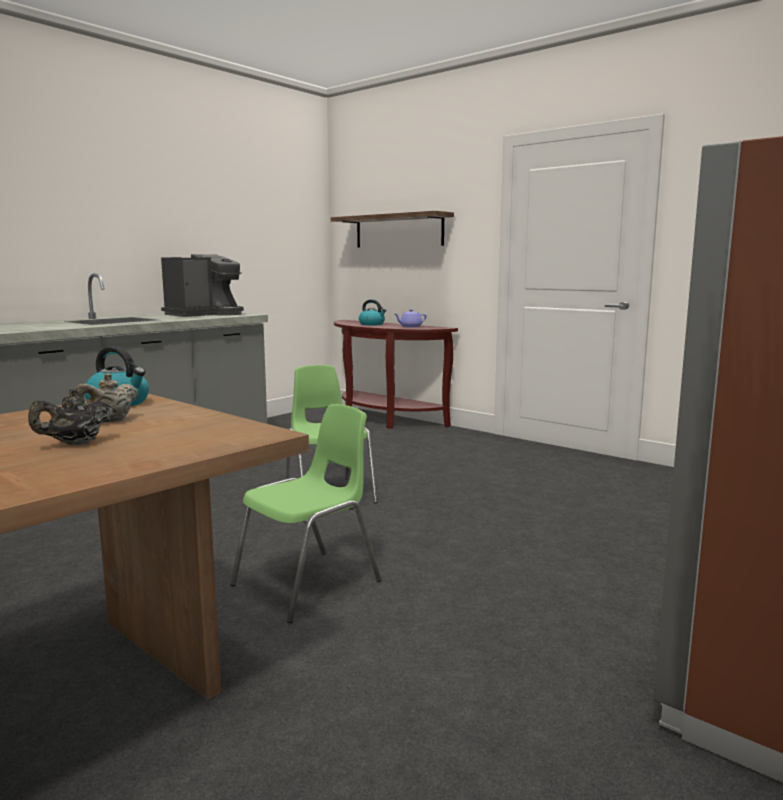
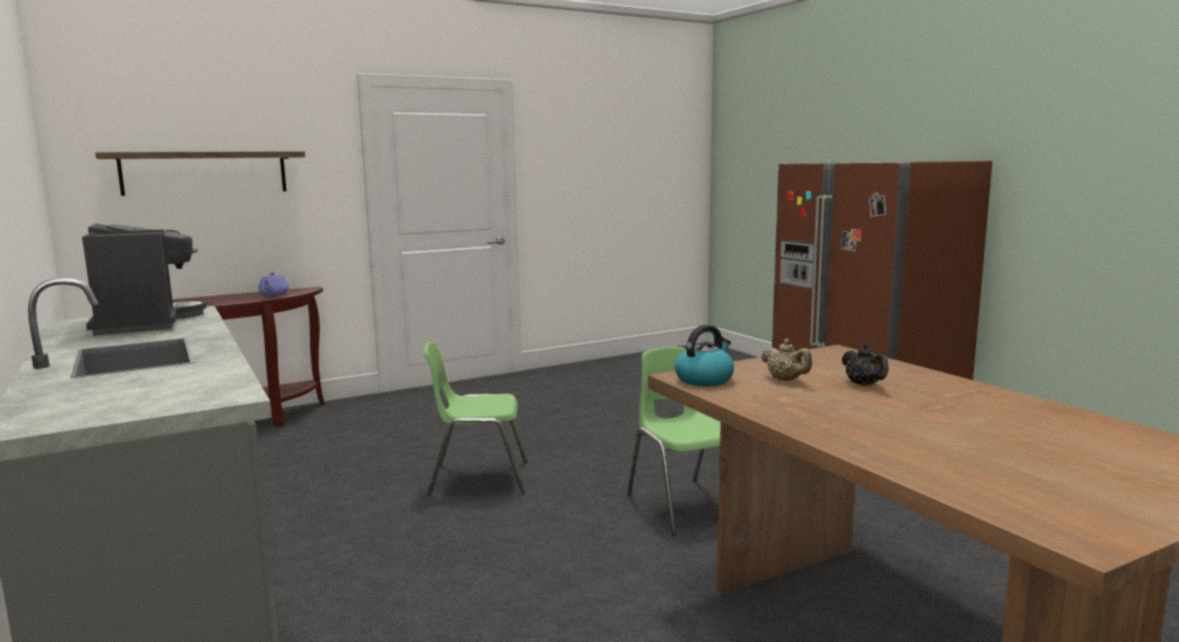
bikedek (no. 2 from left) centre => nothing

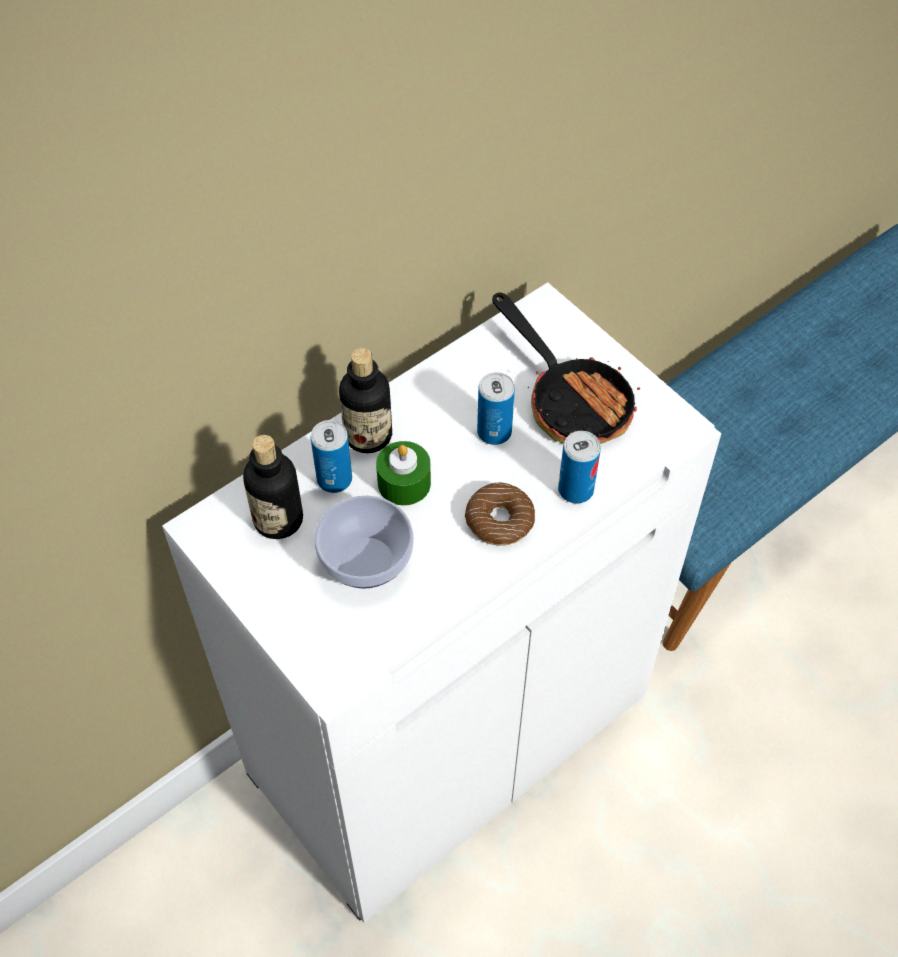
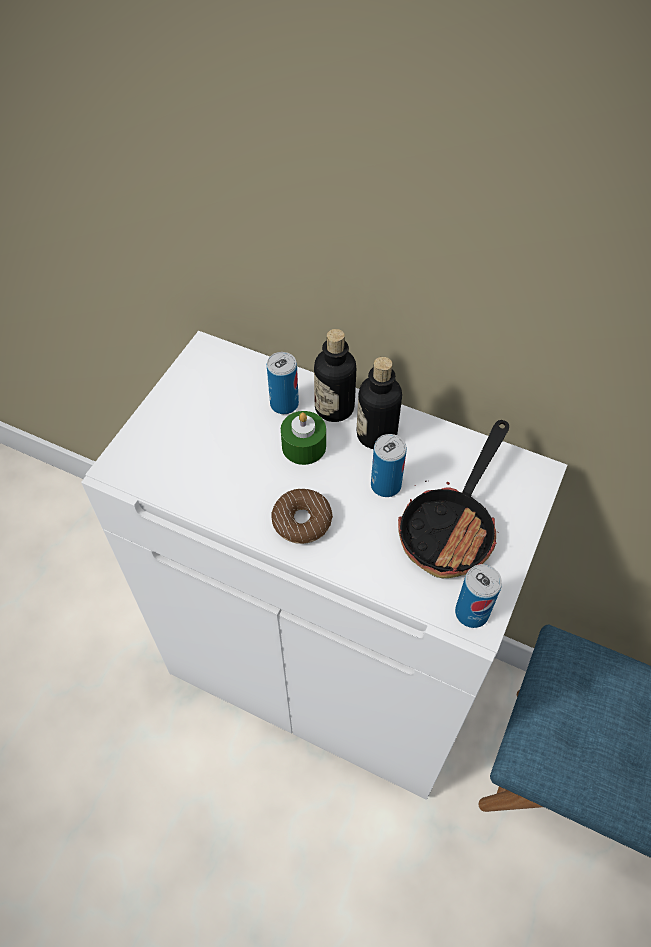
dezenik (no. 1 from left in the first image) middle left => dezenik (no. 2 from left) centre, relocated
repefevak (no. 3 from left) centre => repefevak (no. 3 from left) middle right, relocated
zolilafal centre => nothing

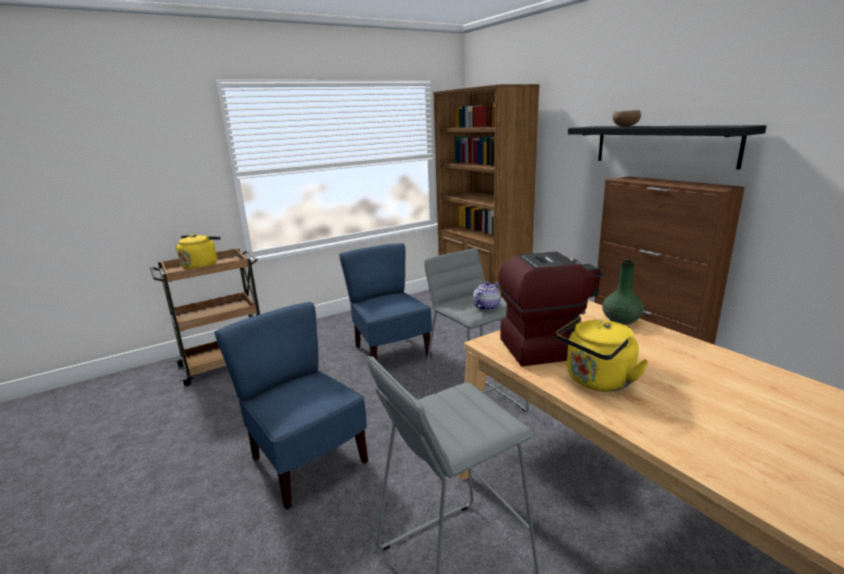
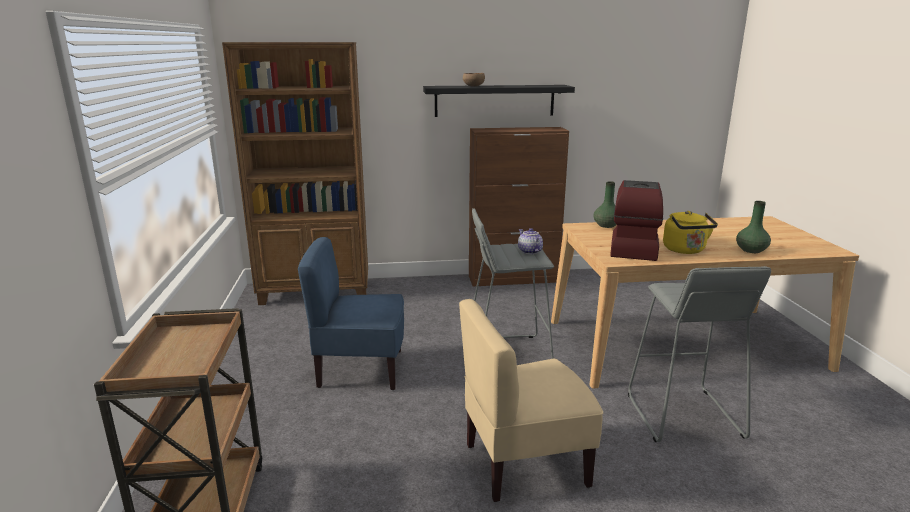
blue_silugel (no. 1 from left) bottom centre => beige_silugel bottom centre
nothing => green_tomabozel (no. 2 from left) middle right
yellow_bikedek (no. 1 from left) middle left => nothing

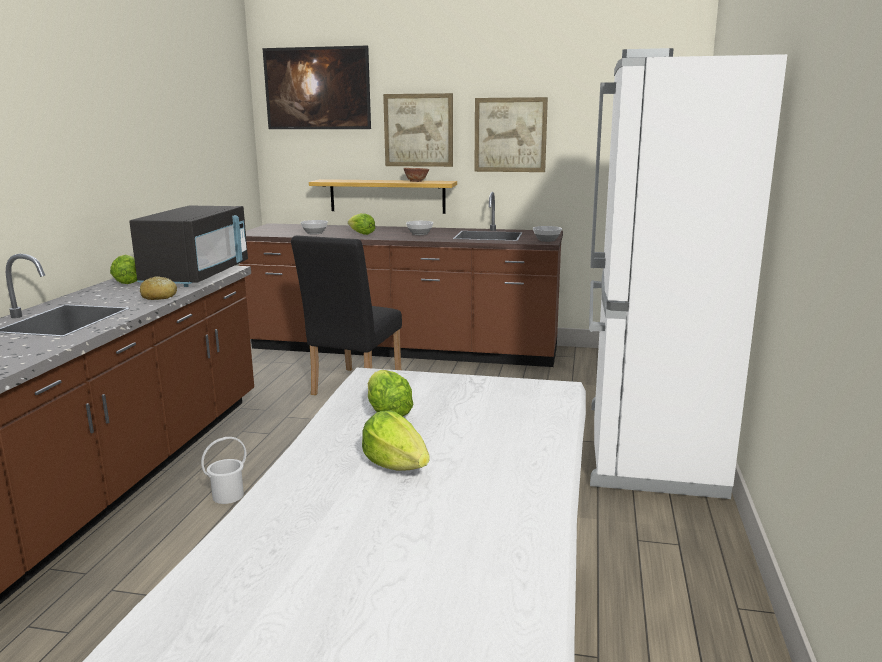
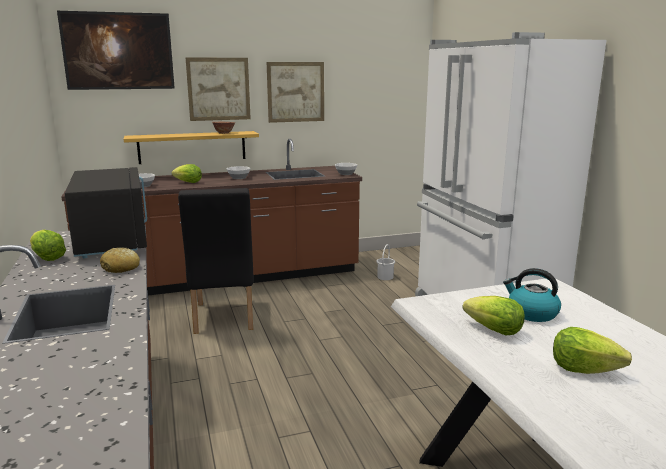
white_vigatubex bottom left => white_vigatubex centre, relocated
nothing => bikedek middle right

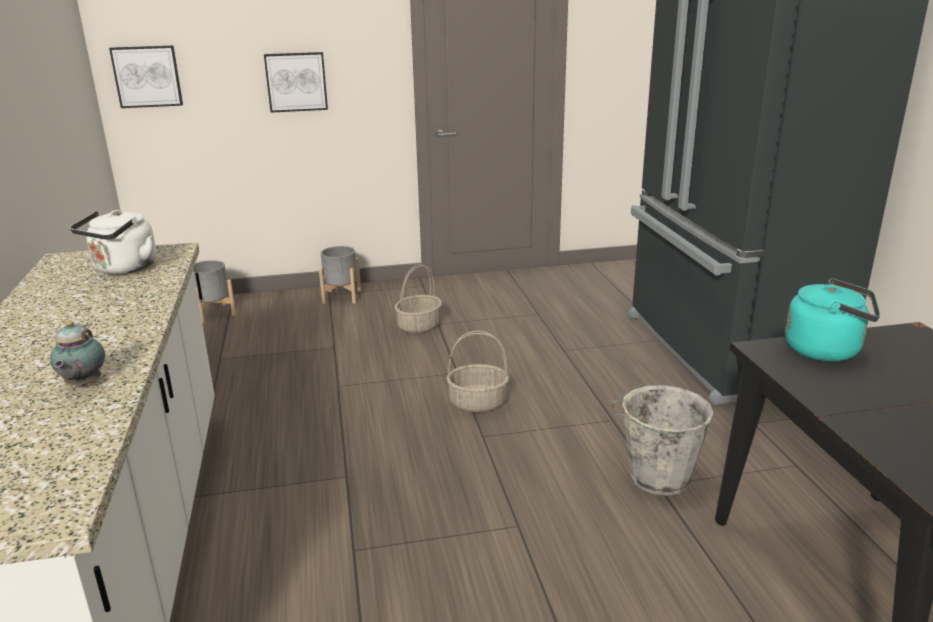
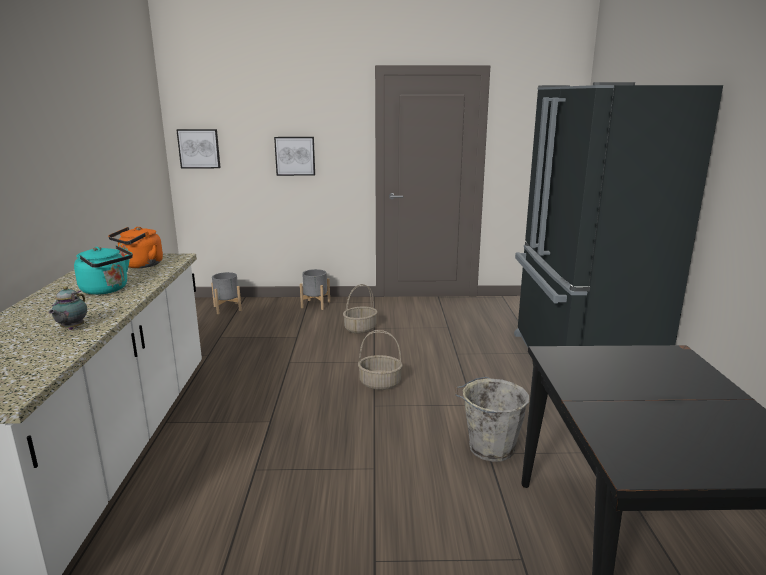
turquoise_bikedek middle right => turquoise_bikedek middle left, relocated
white_bikedek middle left => orange_bikedek middle left

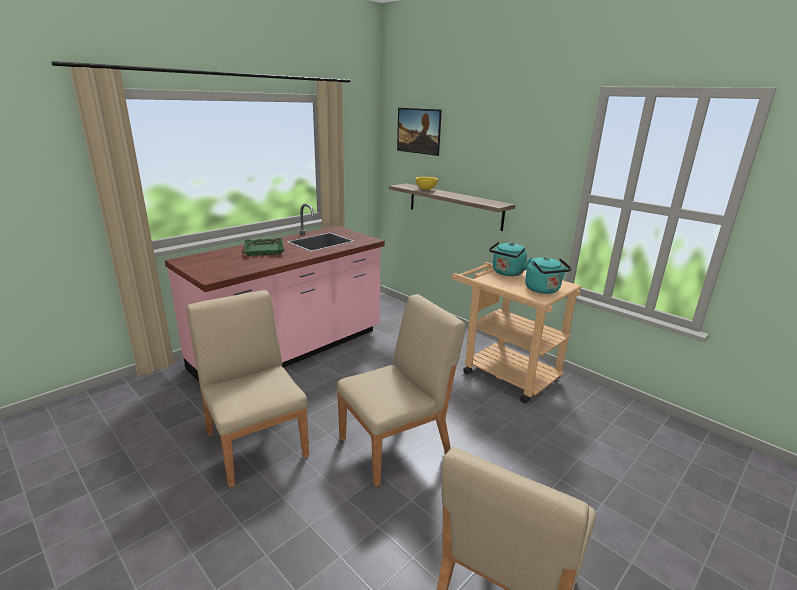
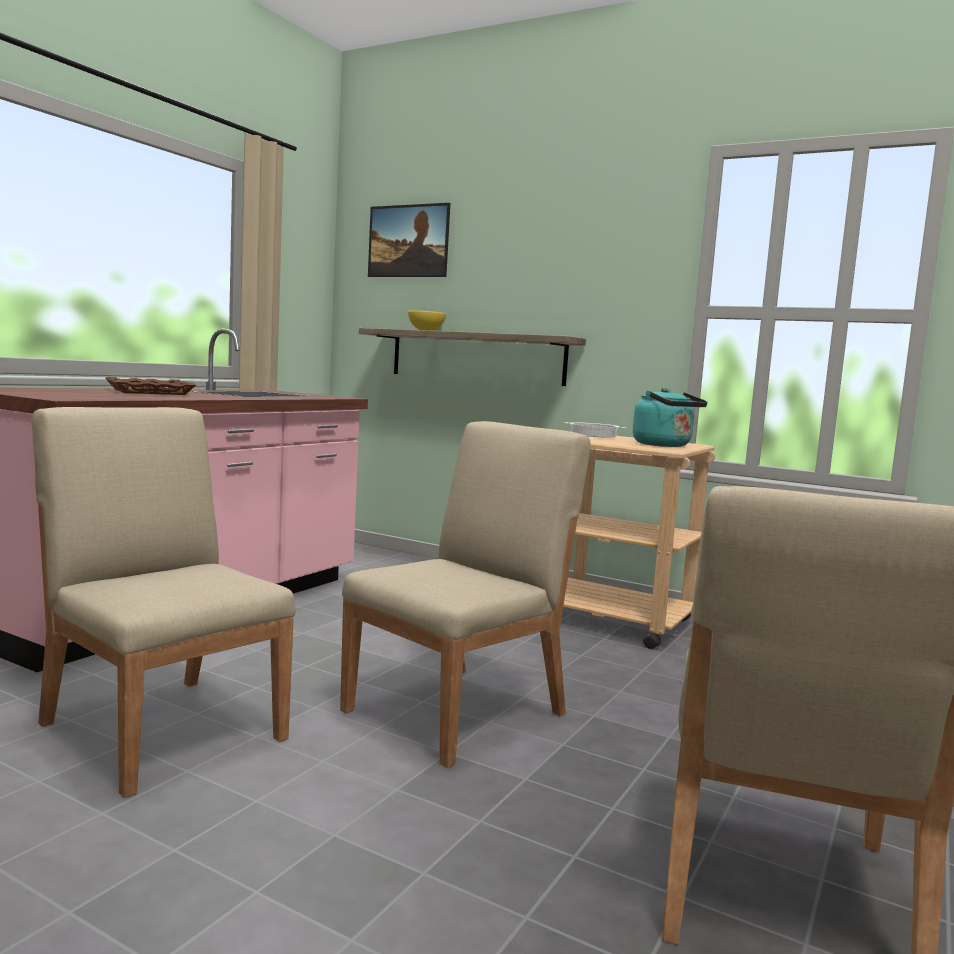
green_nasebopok middle left => brown_nasebopok middle left
turquoise_bikedek (no. 1 from left) centre => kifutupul centre

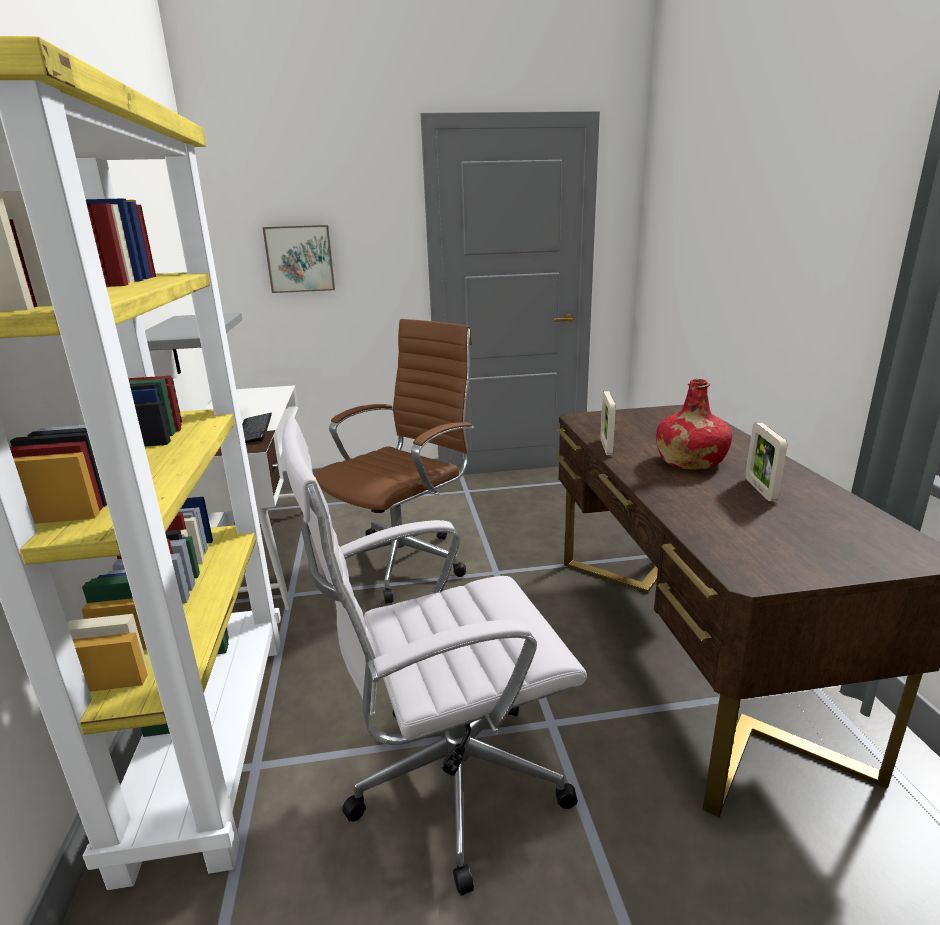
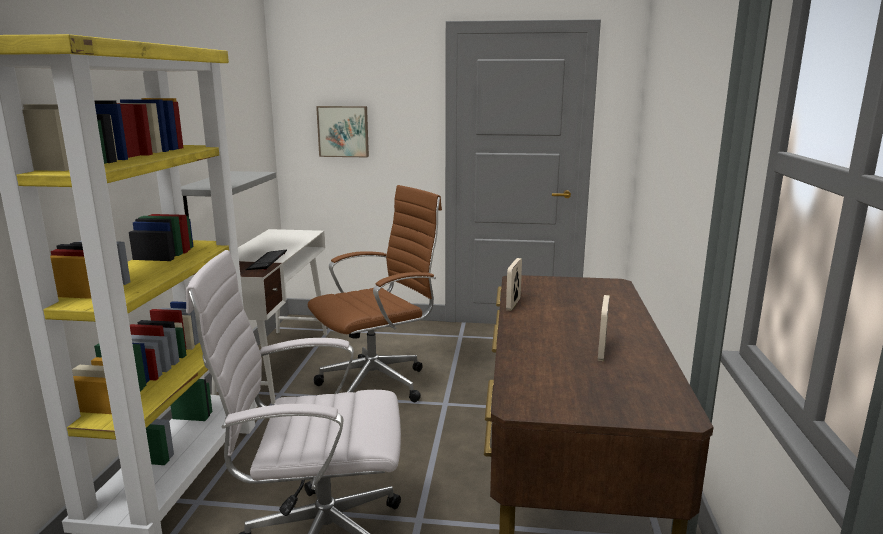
red_dezenik middle right => nothing

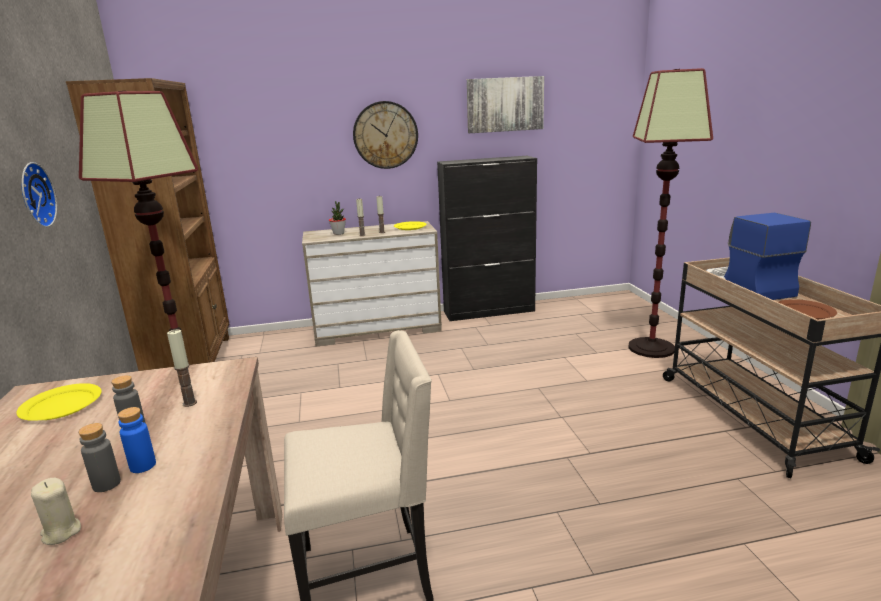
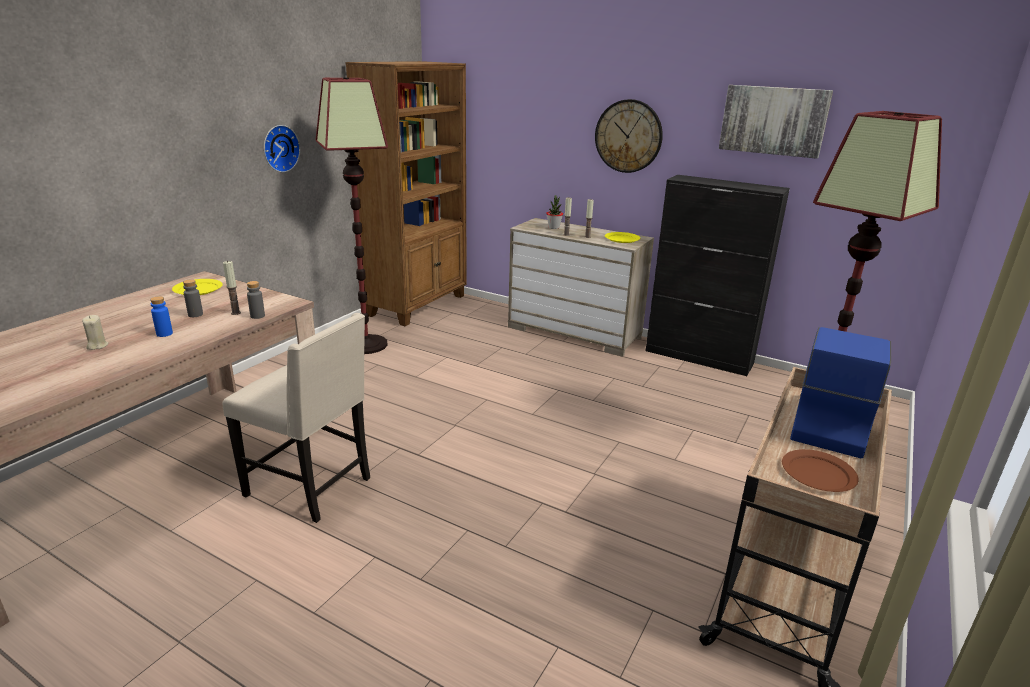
grey_dezenik (no. 1 from left in the first image) bottom left => grey_dezenik (no. 2 from left) middle left, relocated

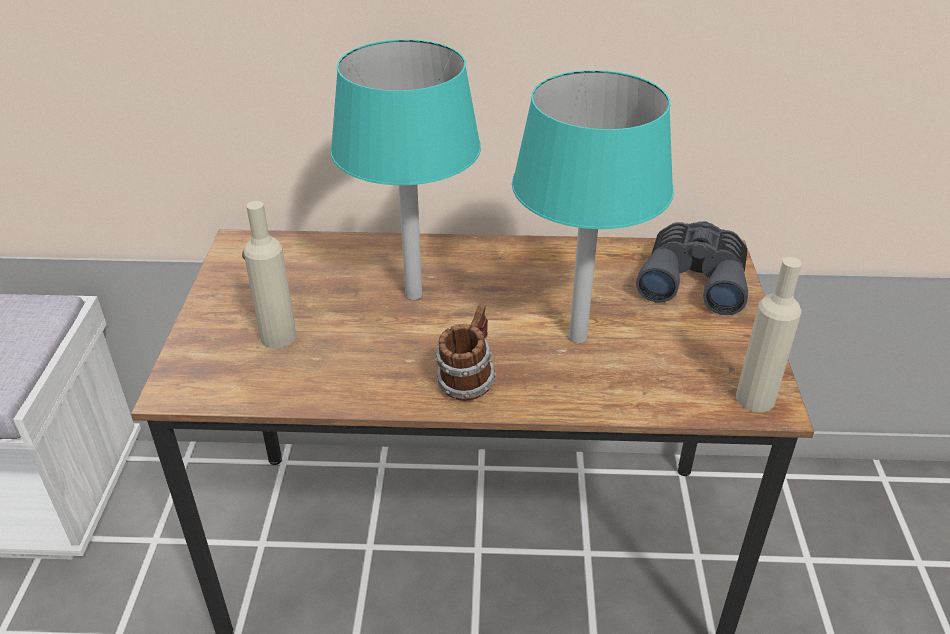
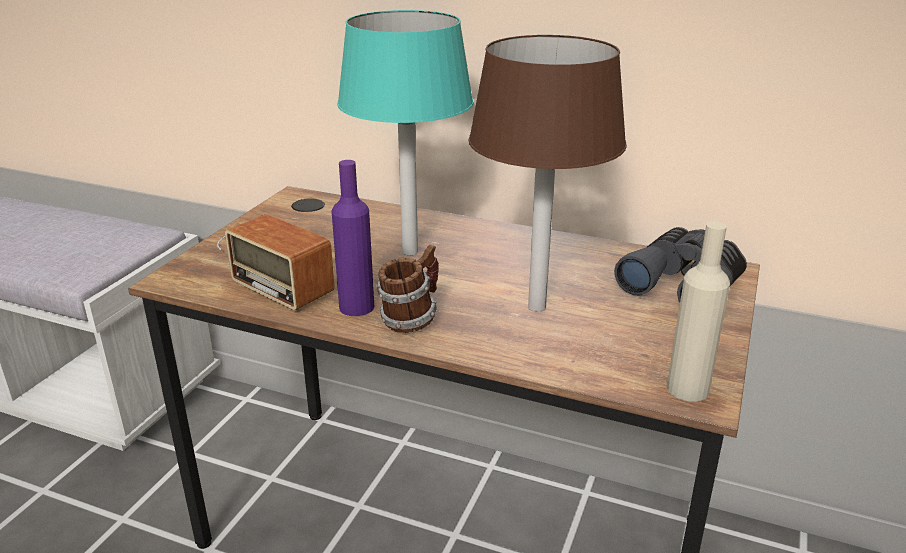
beige_dezenik (no. 1 from left) middle left => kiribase middle left
nothing => purple_dezenik centre
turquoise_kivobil (no. 2 from left) top centre => brown_kivobil top centre

